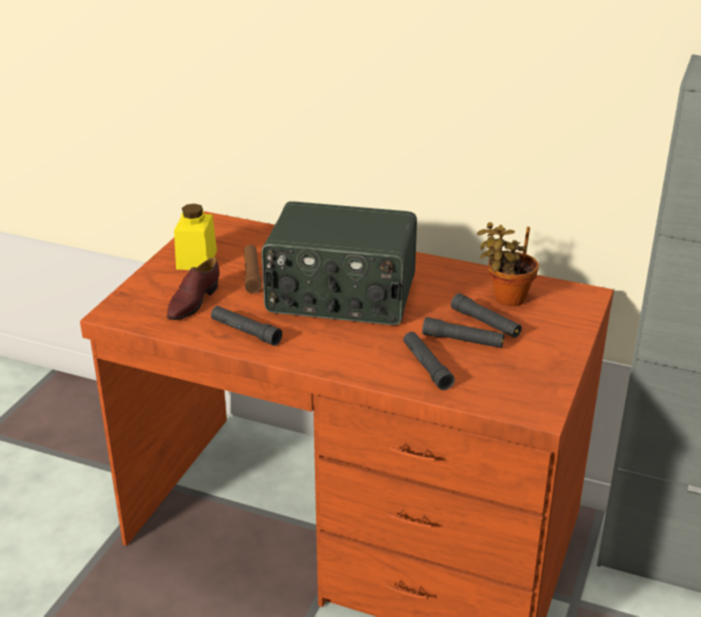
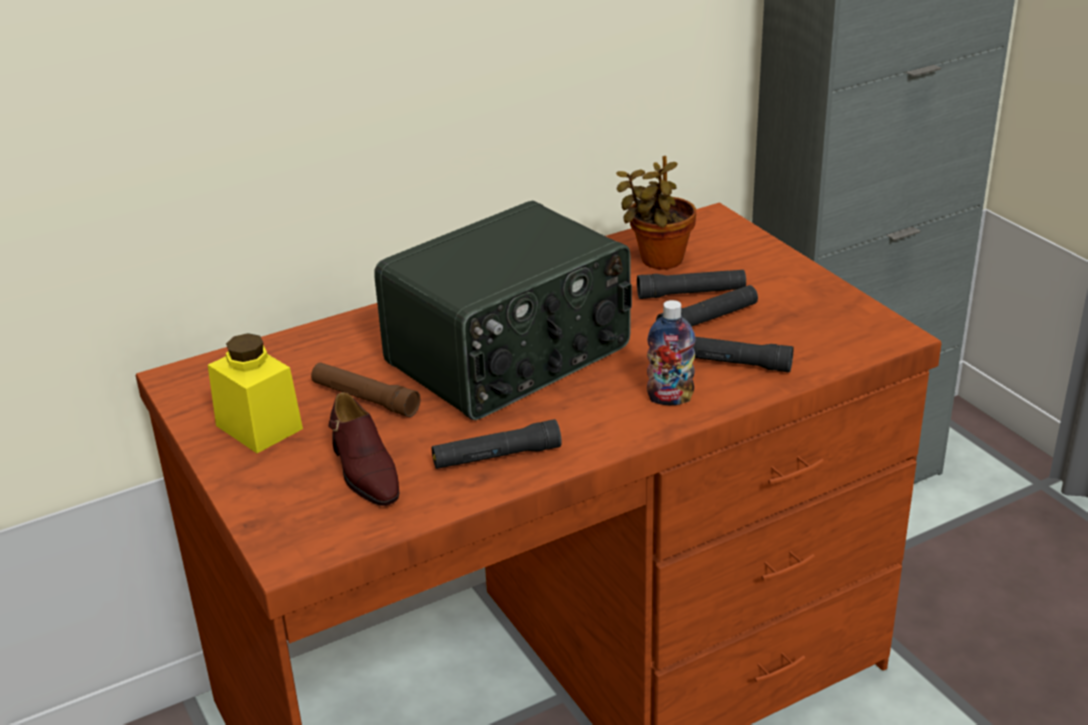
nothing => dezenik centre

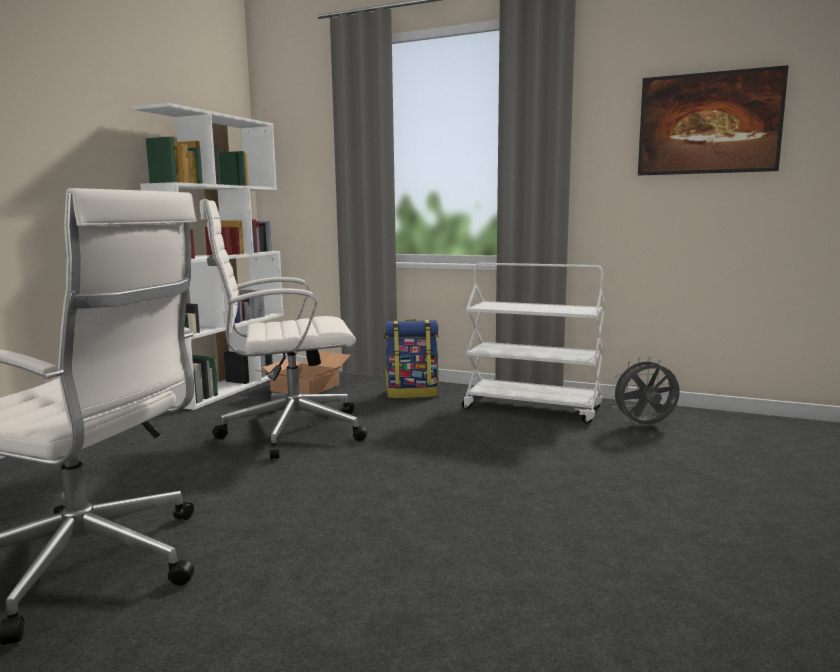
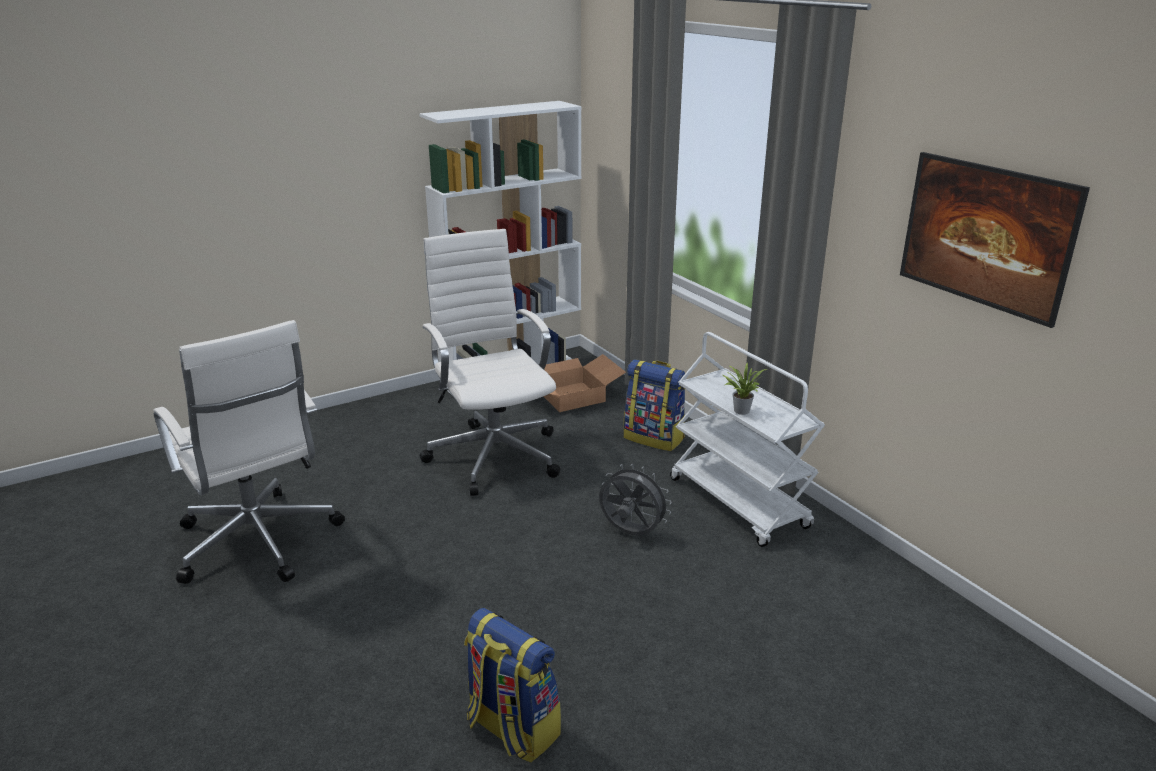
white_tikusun (no. 2 from left) centre, 45 degrees clockwise
nothing => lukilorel (no. 1 from left) bottom centre
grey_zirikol middle right => grey_zirikol centre, relocated
nothing => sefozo centre

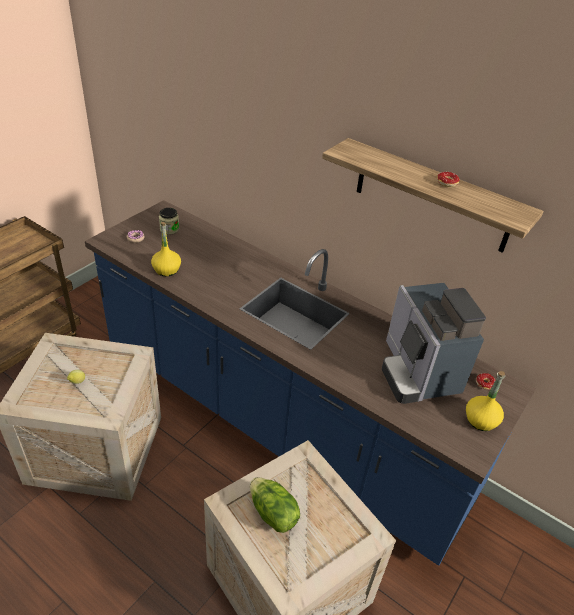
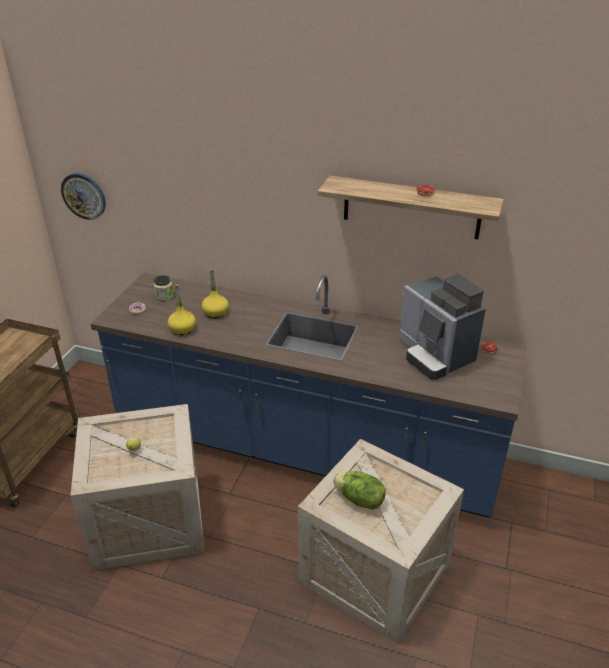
nothing => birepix top left
yellow_dezenik (no. 2 from left) middle right => yellow_dezenik (no. 2 from left) centre, relocated

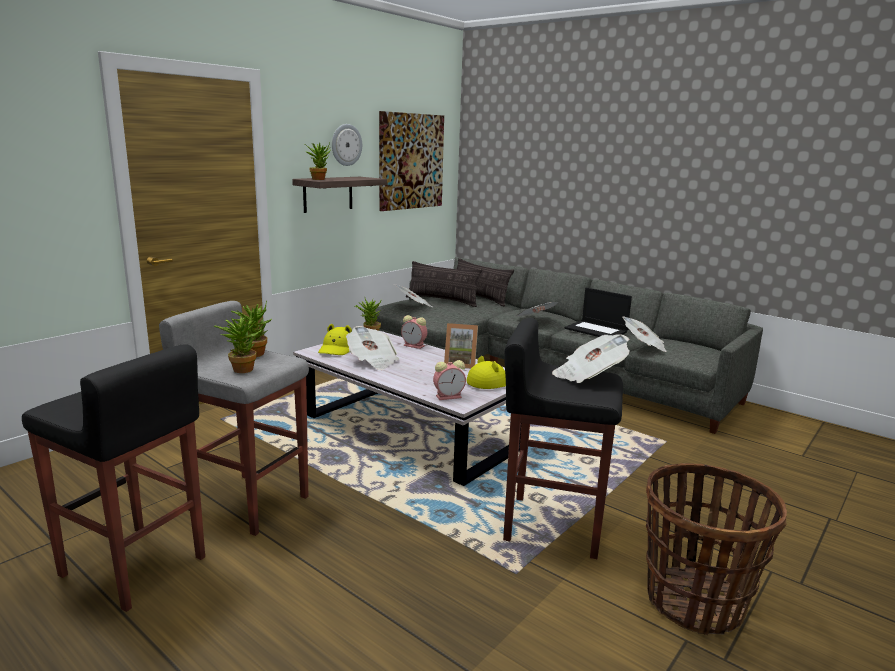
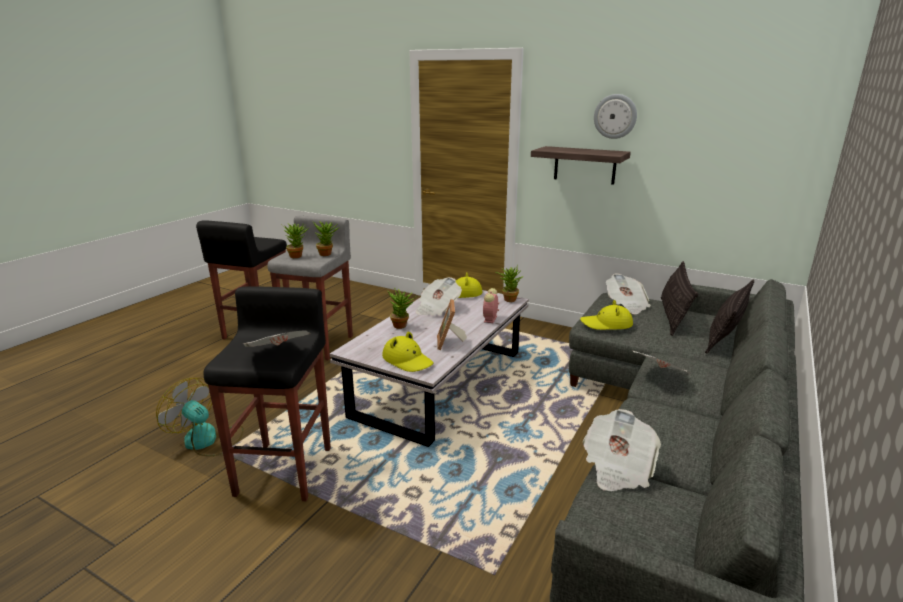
nothing => zirikol bottom left
sefozo (no. 3 from left) top centre => sefozo (no. 3 from left) centre, relocated
nothing => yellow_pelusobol (no. 3 from left) middle right
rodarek top centre => nothing
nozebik (no. 2 from left) centre => nothing
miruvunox middle right => nothing
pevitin bottom right => nothing

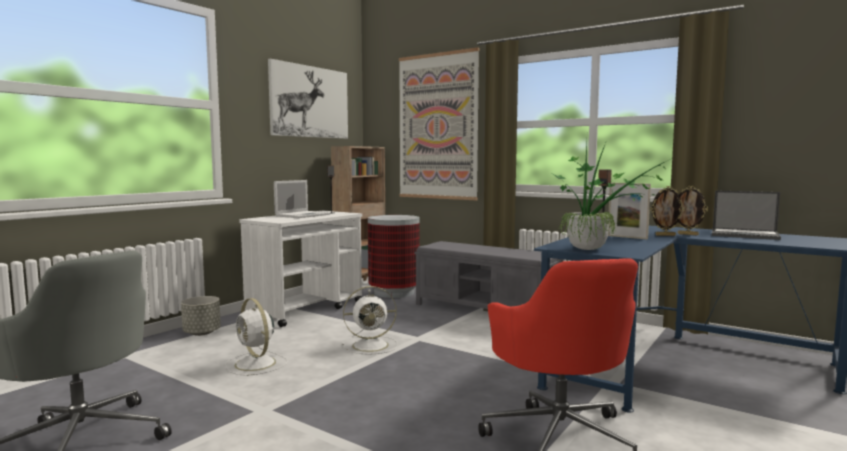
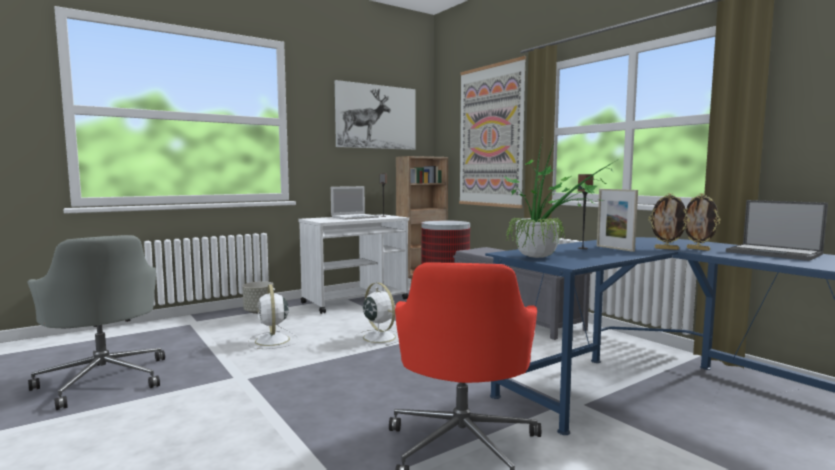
white_zirikol (no. 2 from left) bottom centre, 135 degrees counterclockwise

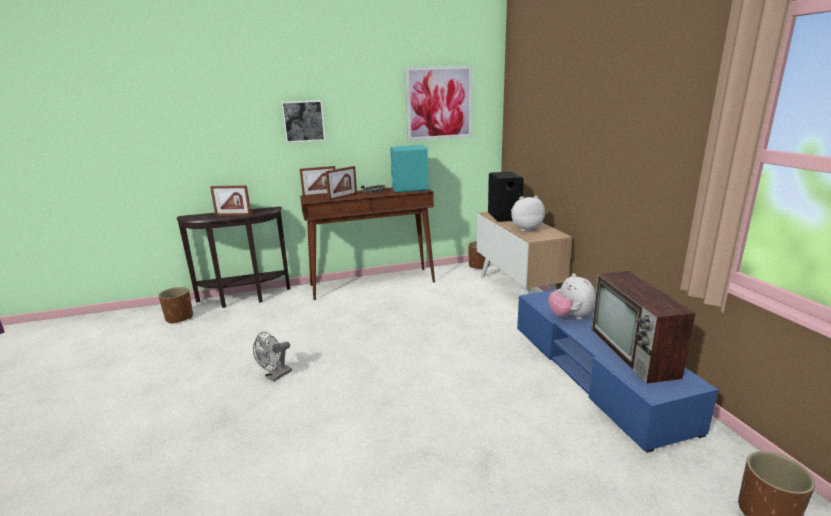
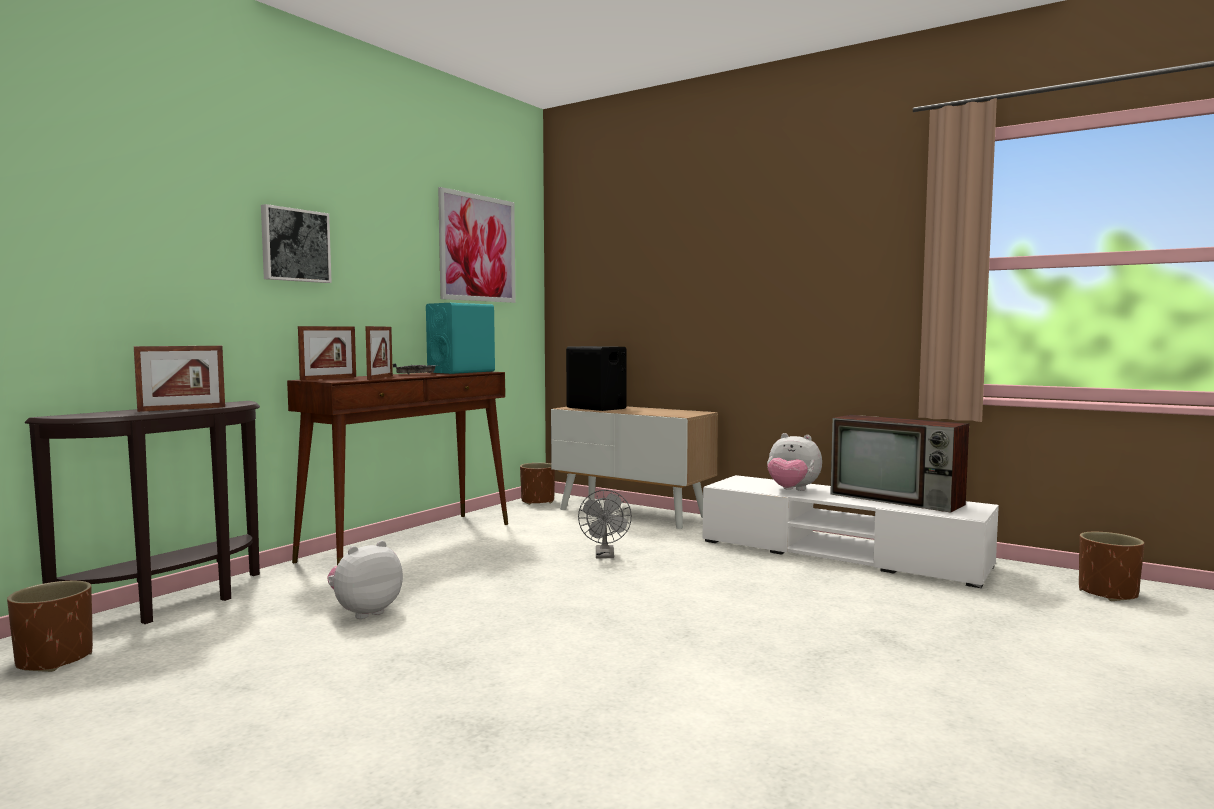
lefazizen (no. 1 from left) centre => lefazizen (no. 1 from left) bottom left, relocated
grey_zirikol bottom left => grey_zirikol centre, relocated
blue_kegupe bottom right => white_kegupe middle right

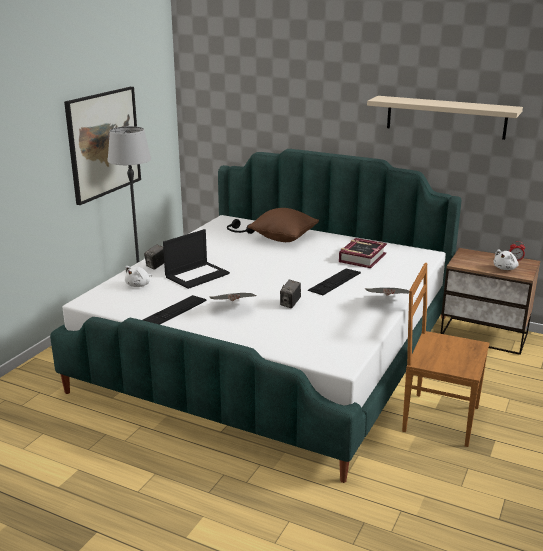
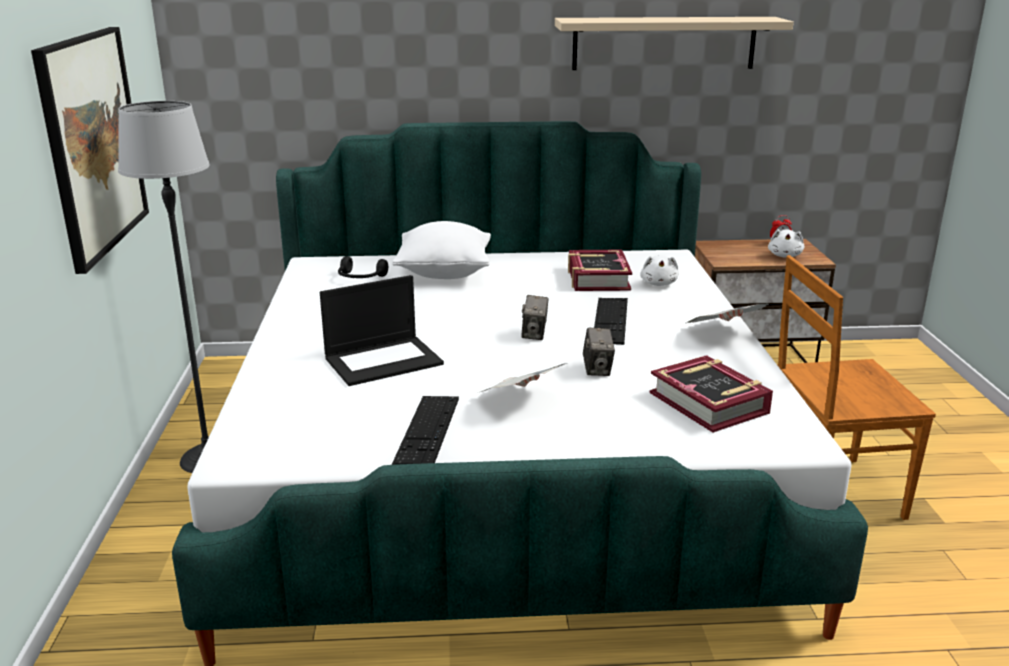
miruvunox centre, 45 degrees clockwise
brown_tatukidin centre => white_tatukidin centre
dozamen (no. 1 from left) middle left => dozamen (no. 1 from left) centre, relocated
white_lefazizen (no. 1 from left) middle left => white_lefazizen (no. 1 from left) centre, relocated
nothing => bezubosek (no. 2 from left) middle right

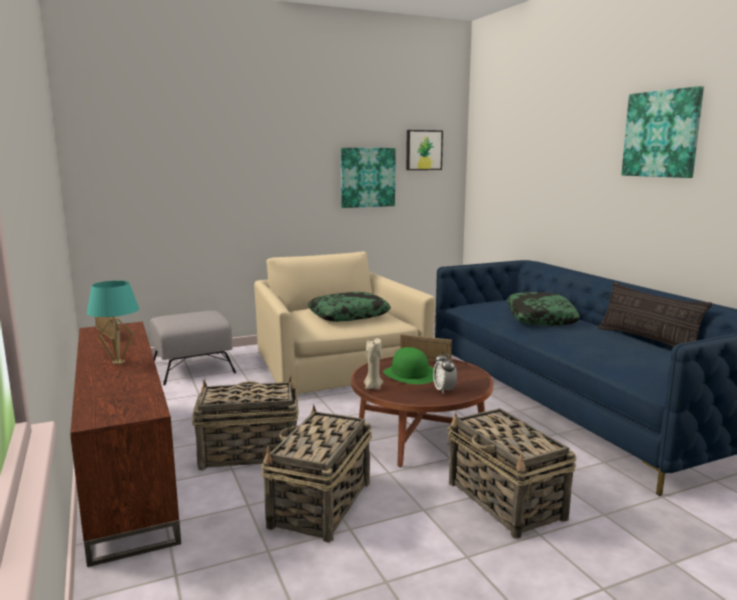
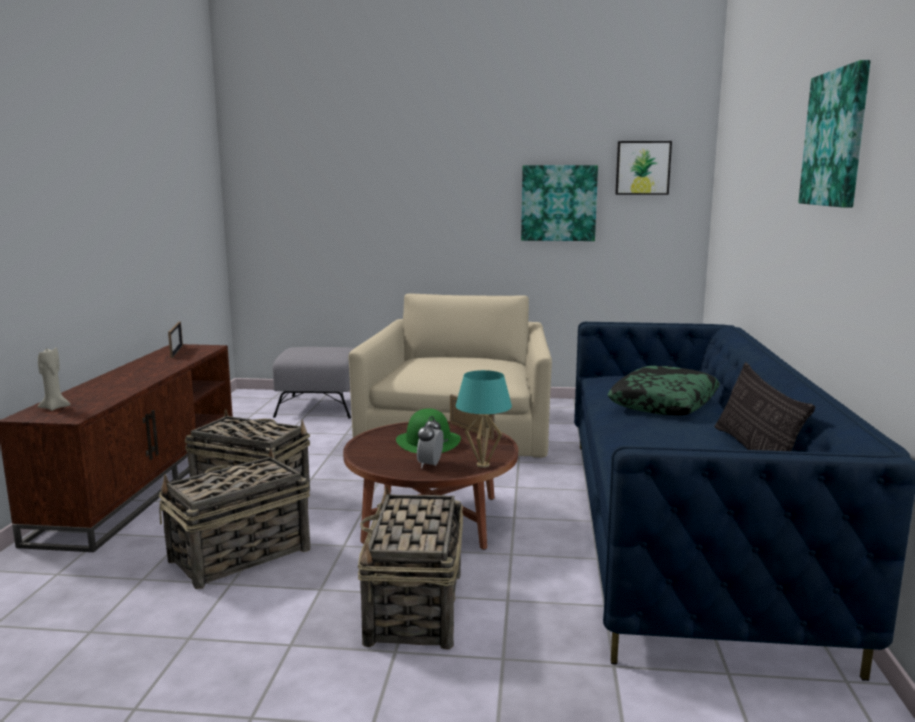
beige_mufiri centre => beige_mufiri middle left, relocated
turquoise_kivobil middle left => turquoise_kivobil centre, relocated
tatukidin (no. 1 from left) centre => nothing

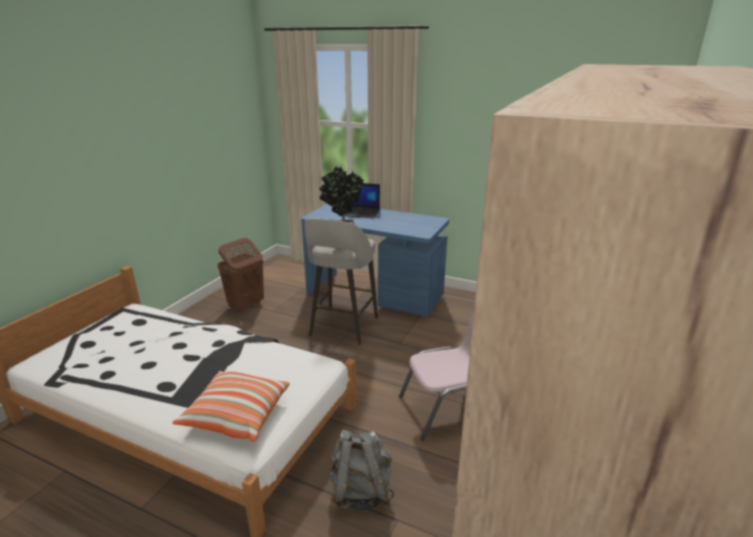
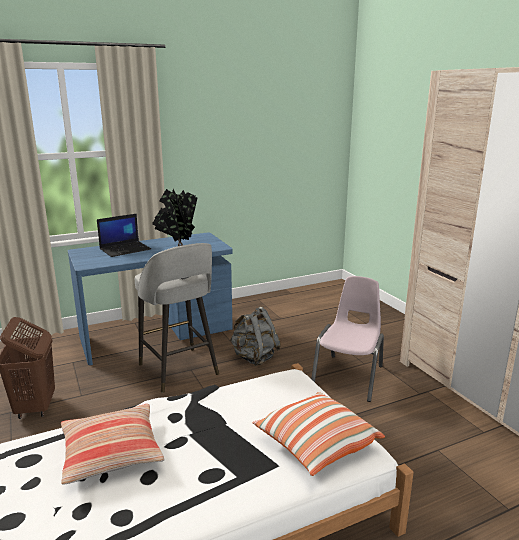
nothing => tatukidin (no. 1 from left) bottom left
grey_lukilorel bottom centre => grey_lukilorel centre, relocated

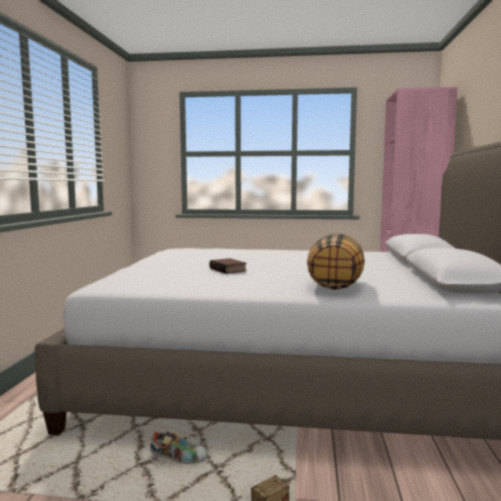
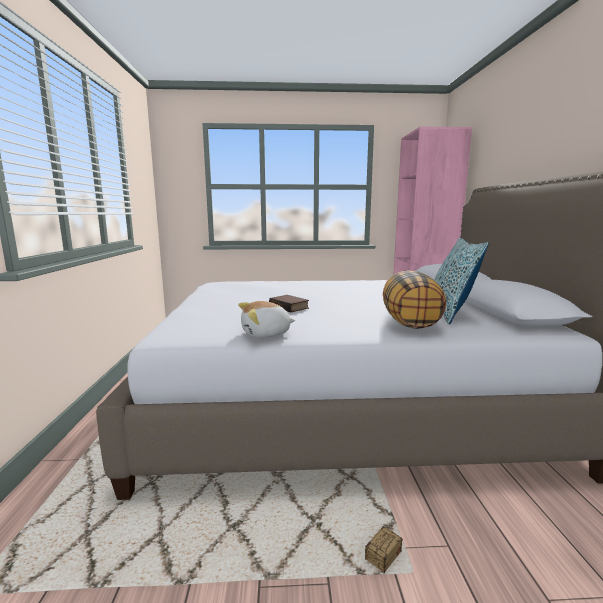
nothing => lefazizen centre
nothing => tatukidin (no. 2 from left) middle right
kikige bottom centre => nothing

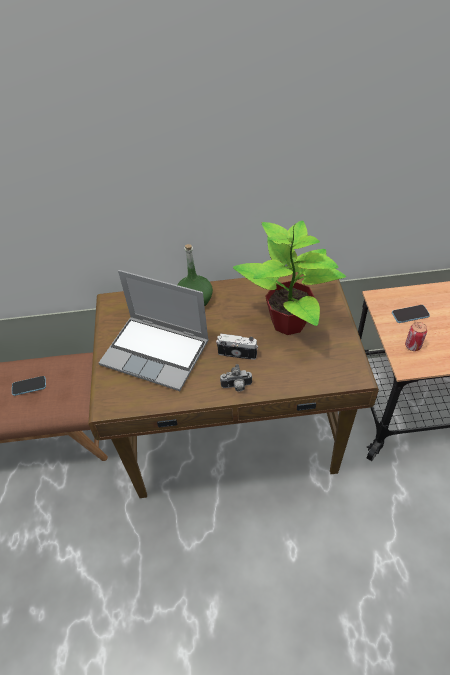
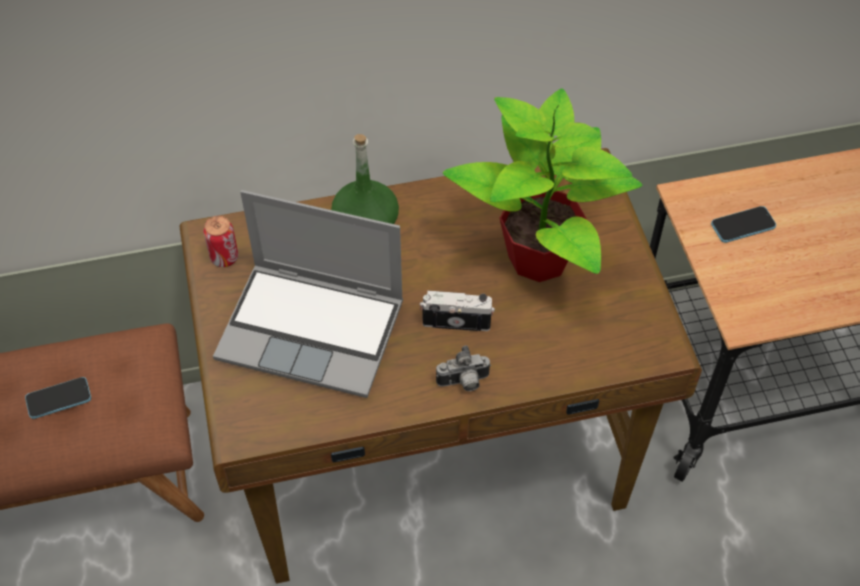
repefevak middle right => repefevak middle left, relocated

